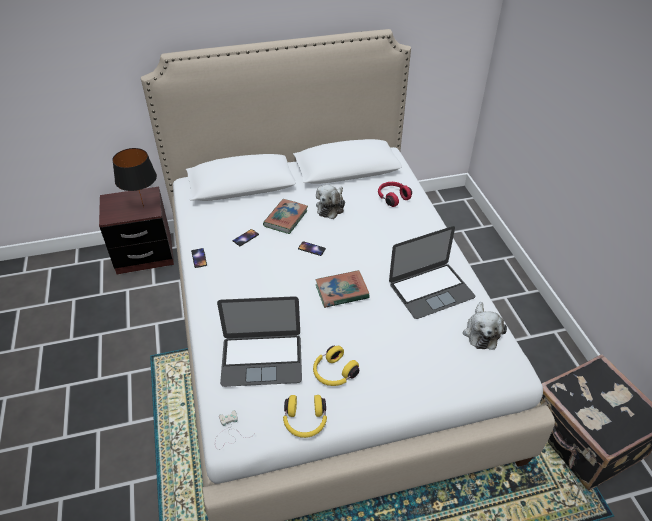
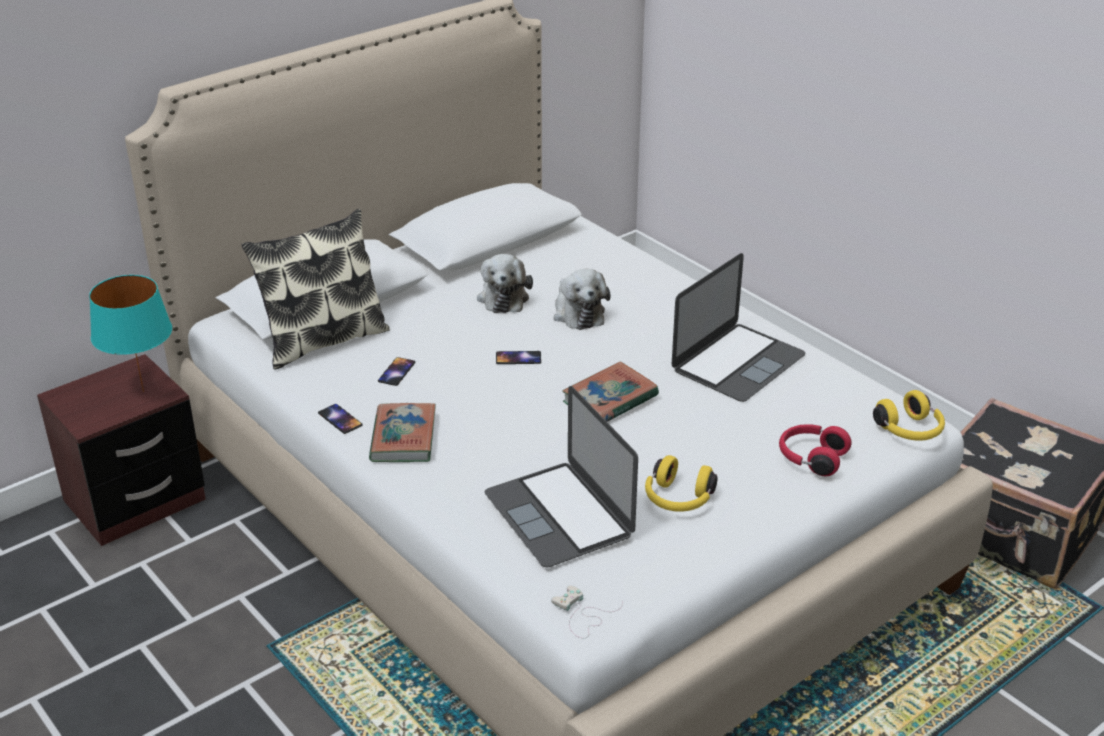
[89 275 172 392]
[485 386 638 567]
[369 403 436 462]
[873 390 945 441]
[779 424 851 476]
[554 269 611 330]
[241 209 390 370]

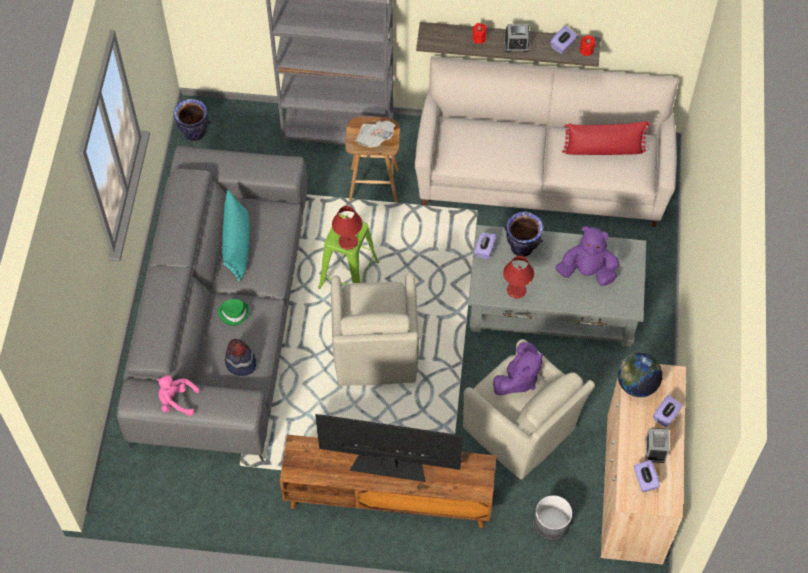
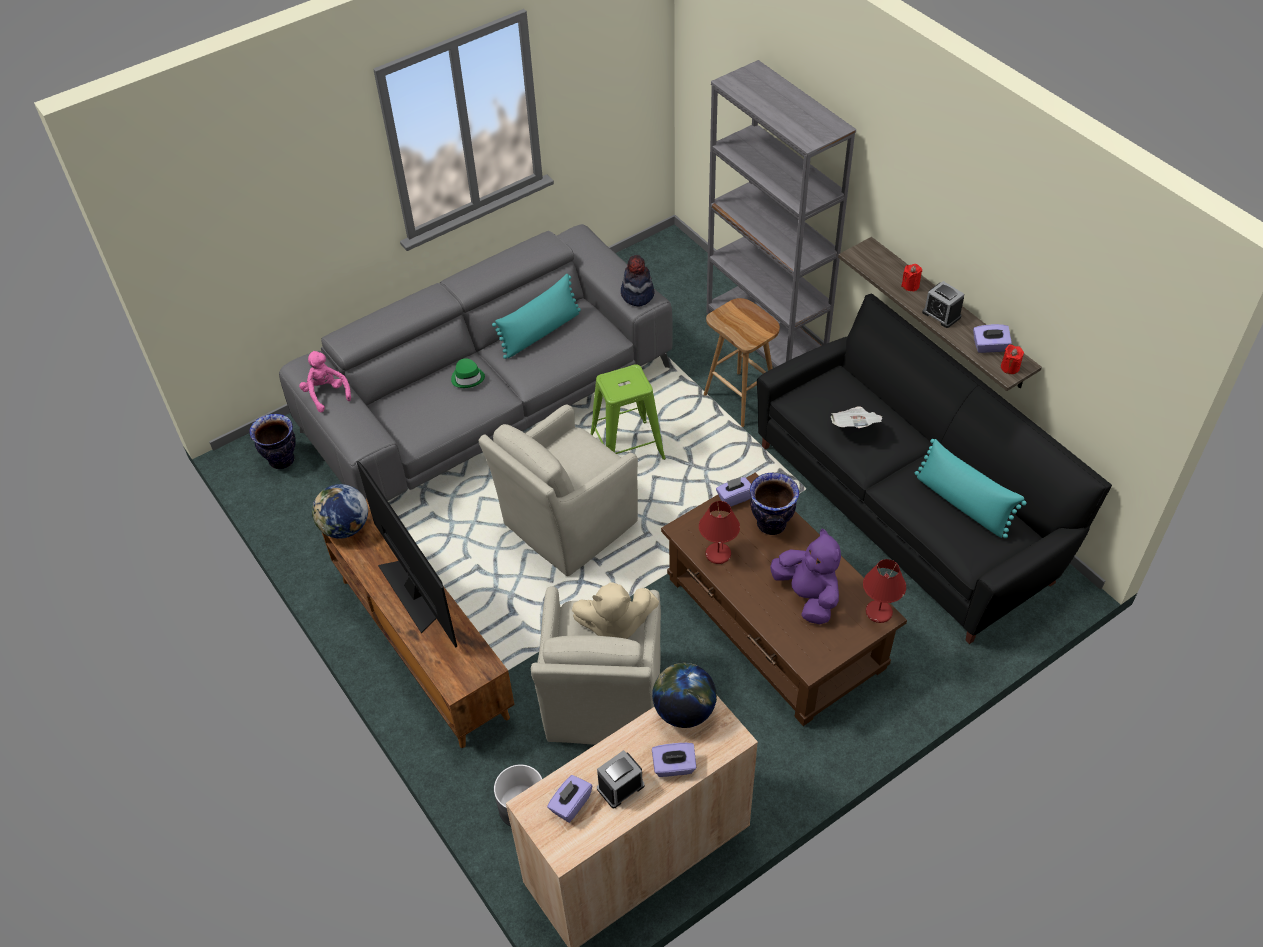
[249 414 296 469]
[621 255 655 307]
[863 559 906 623]
[831 406 882 428]
[757 294 1112 644]
[661 473 907 726]
[572 582 659 639]
[915 439 1027 538]
[312 484 368 539]

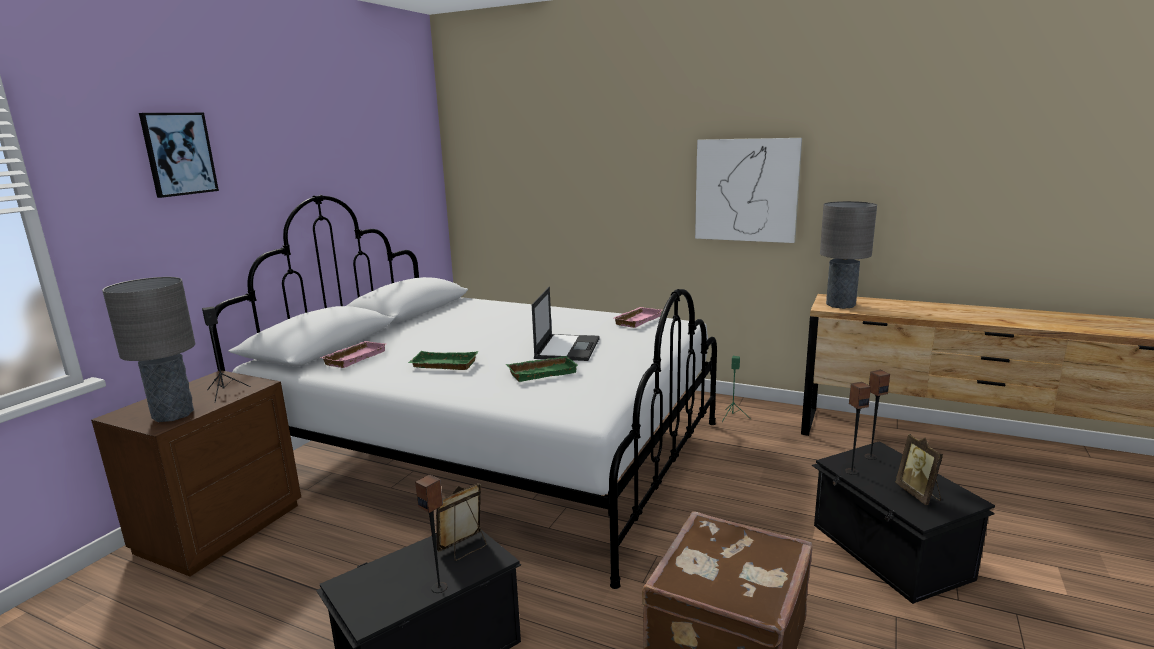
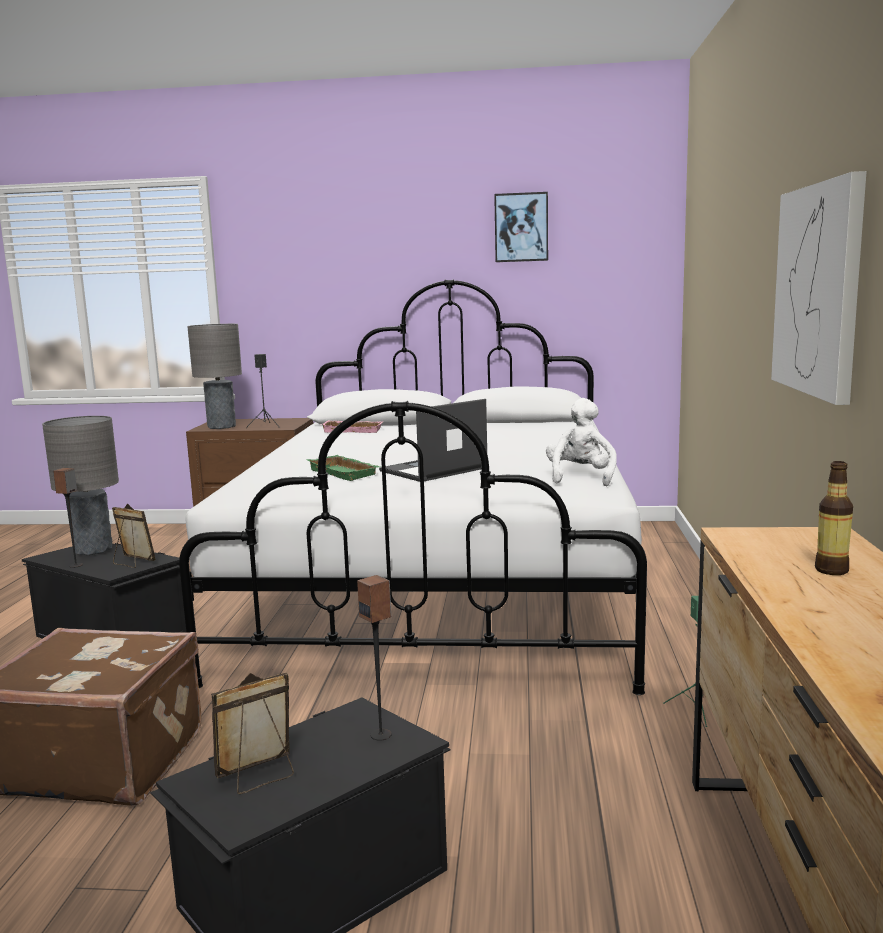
[494 192 548 262]
[408 351 478 370] (first image)
[379 399 487 482]
[546 398 617 486]
[42 416 119 555]
[845 382 871 475] (first image)
[815 461 853 575]

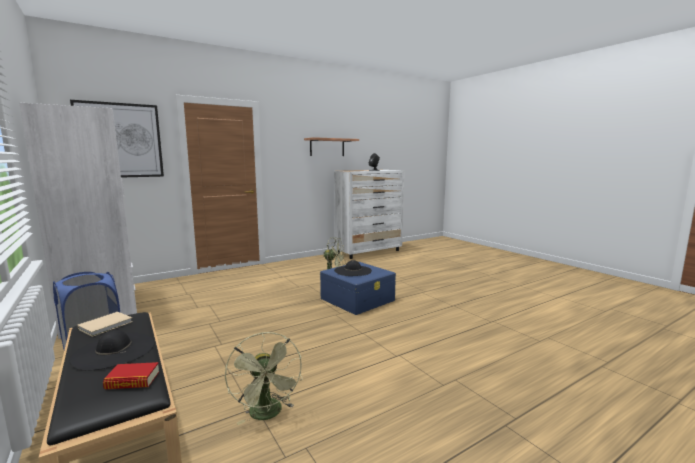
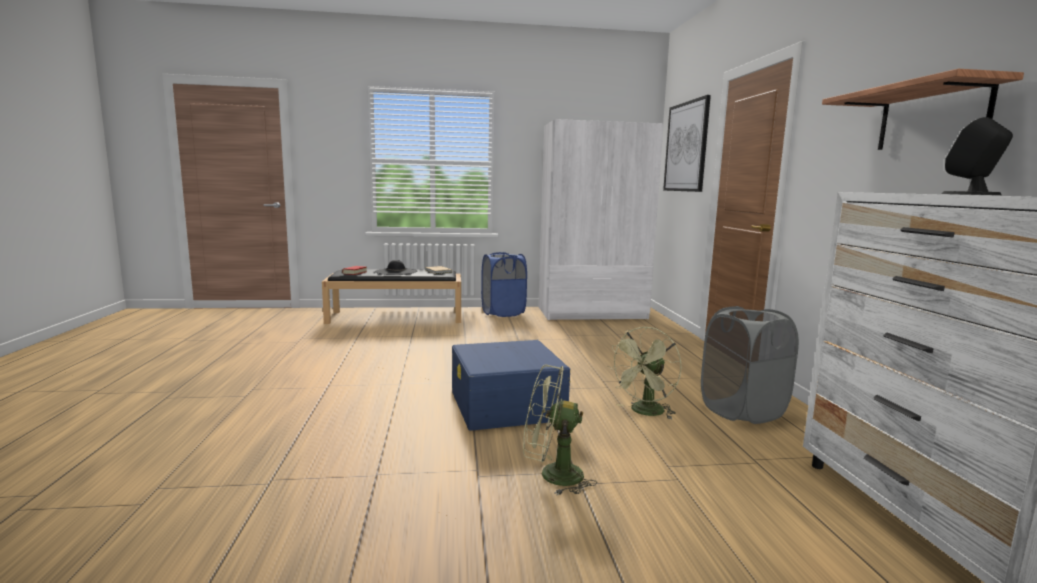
[523 364 597 495]
[334 260 372 276] (first image)
[701 306 799 424]

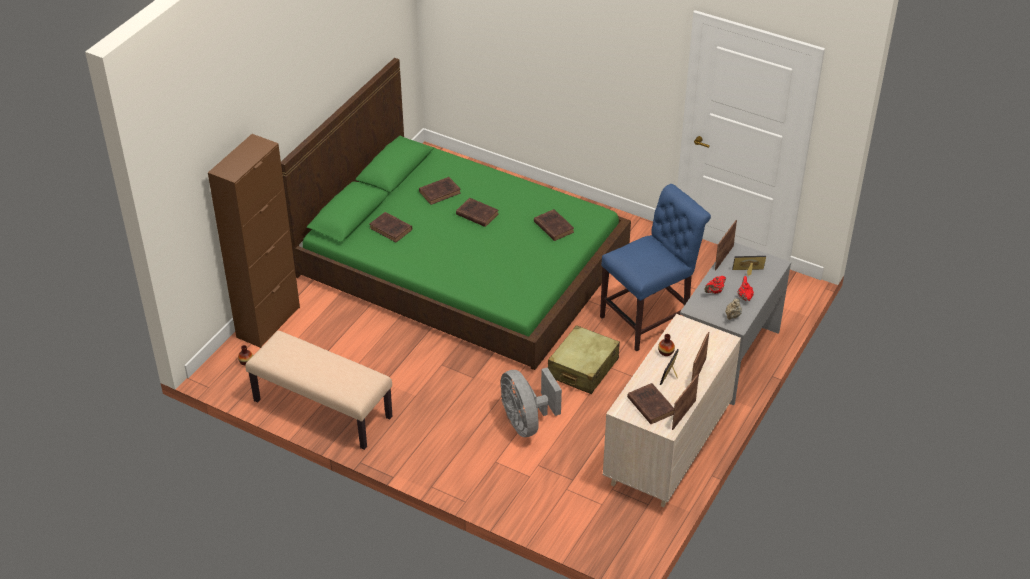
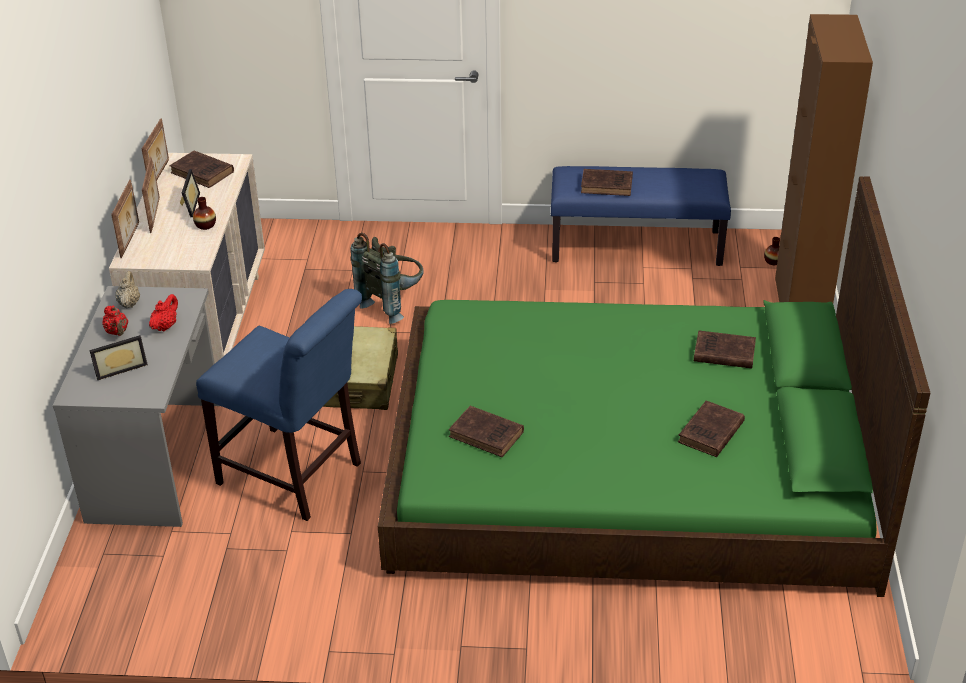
[551 166 731 266]
[581 169 633 196]
[351 233 424 324]
[196 289 362 521]
[111 180 139 258]

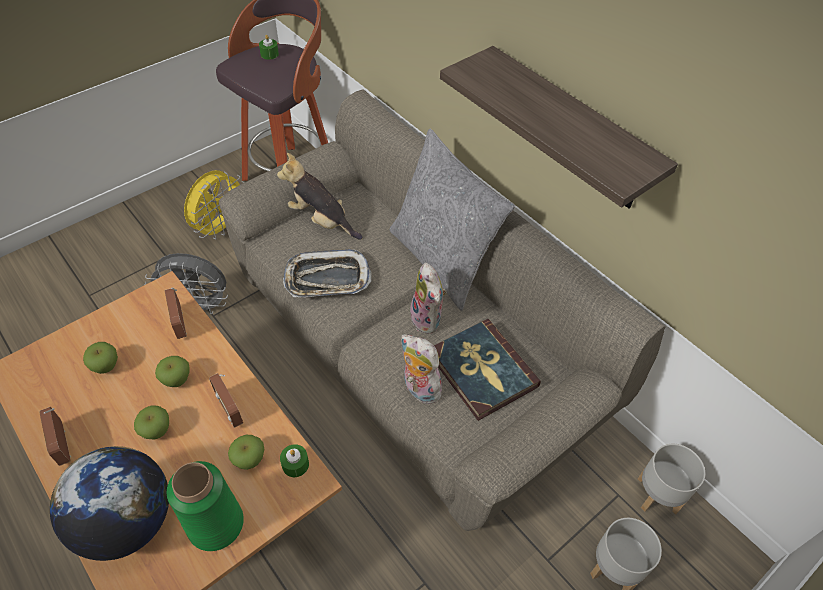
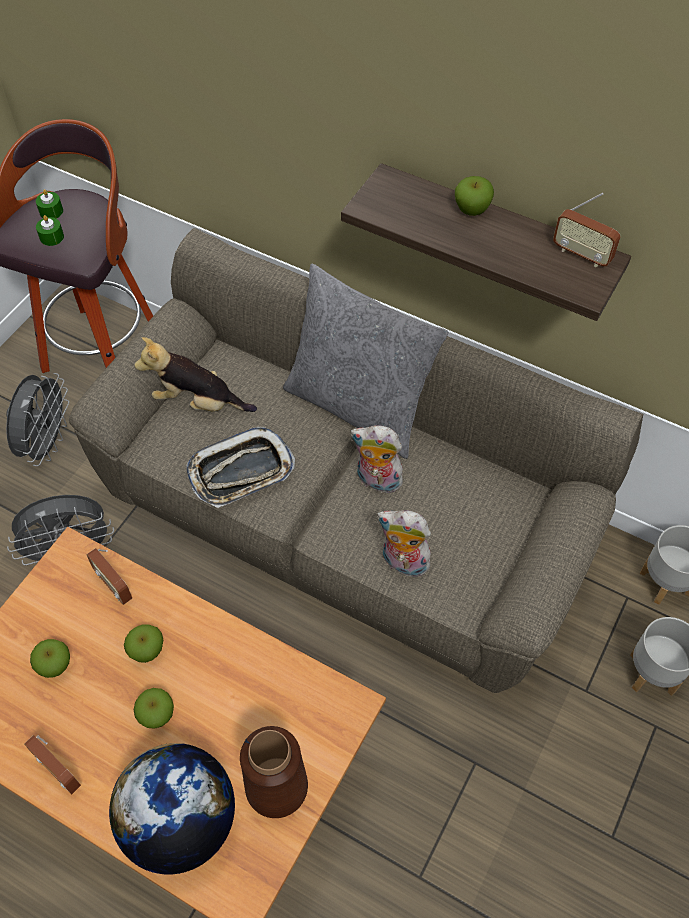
[240 726 308 818]
[6 373 69 466]
[553 193 621 267]
[455 176 494 216]
[36 215 64 246]
[350 425 405 493]
[434 319 541 421] (first image)

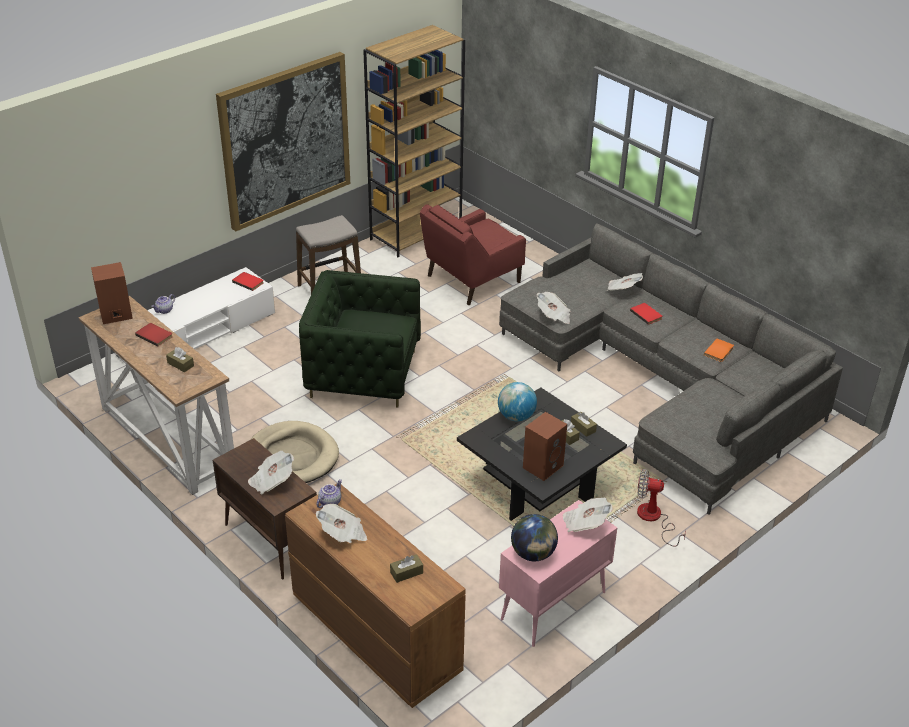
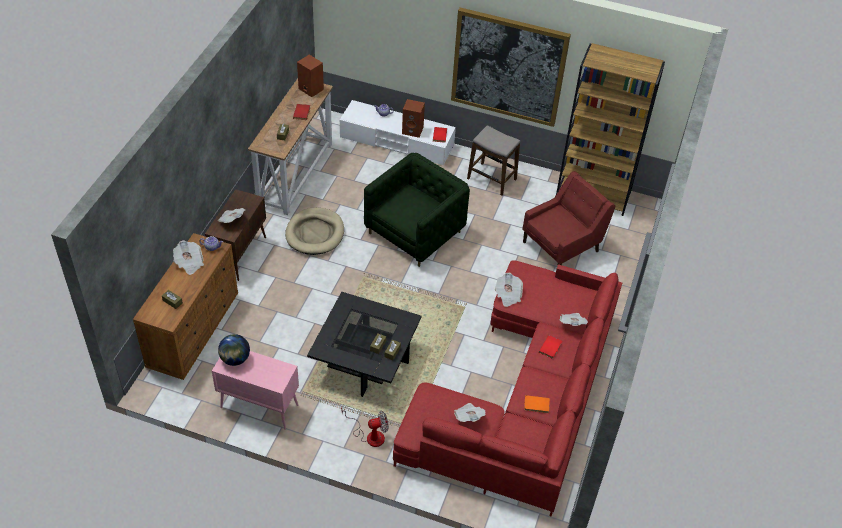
[364 153 470 267]
[522 171 615 266]
[498 382 537 421] (first image)
[393 260 622 516]
[402 99 425 138]
[454 403 486 422]
[341 407 389 447]

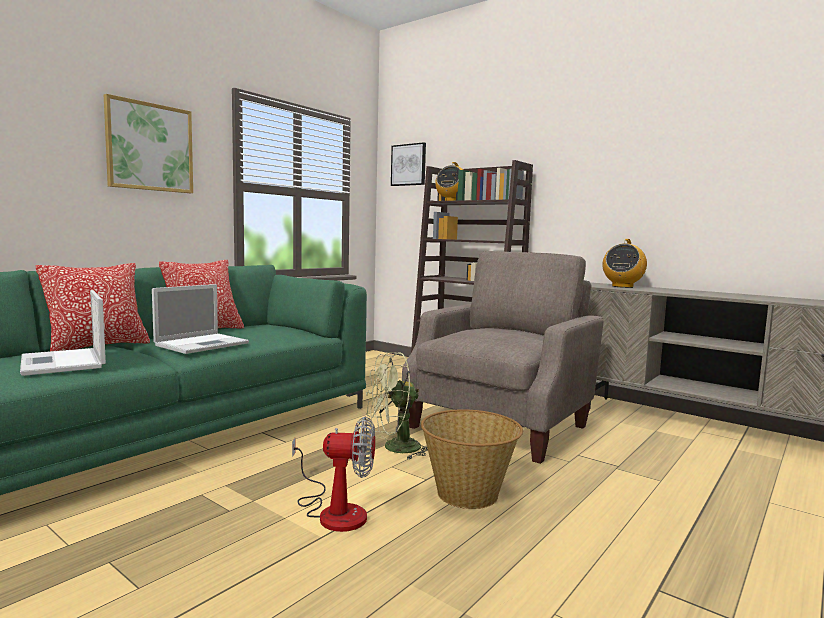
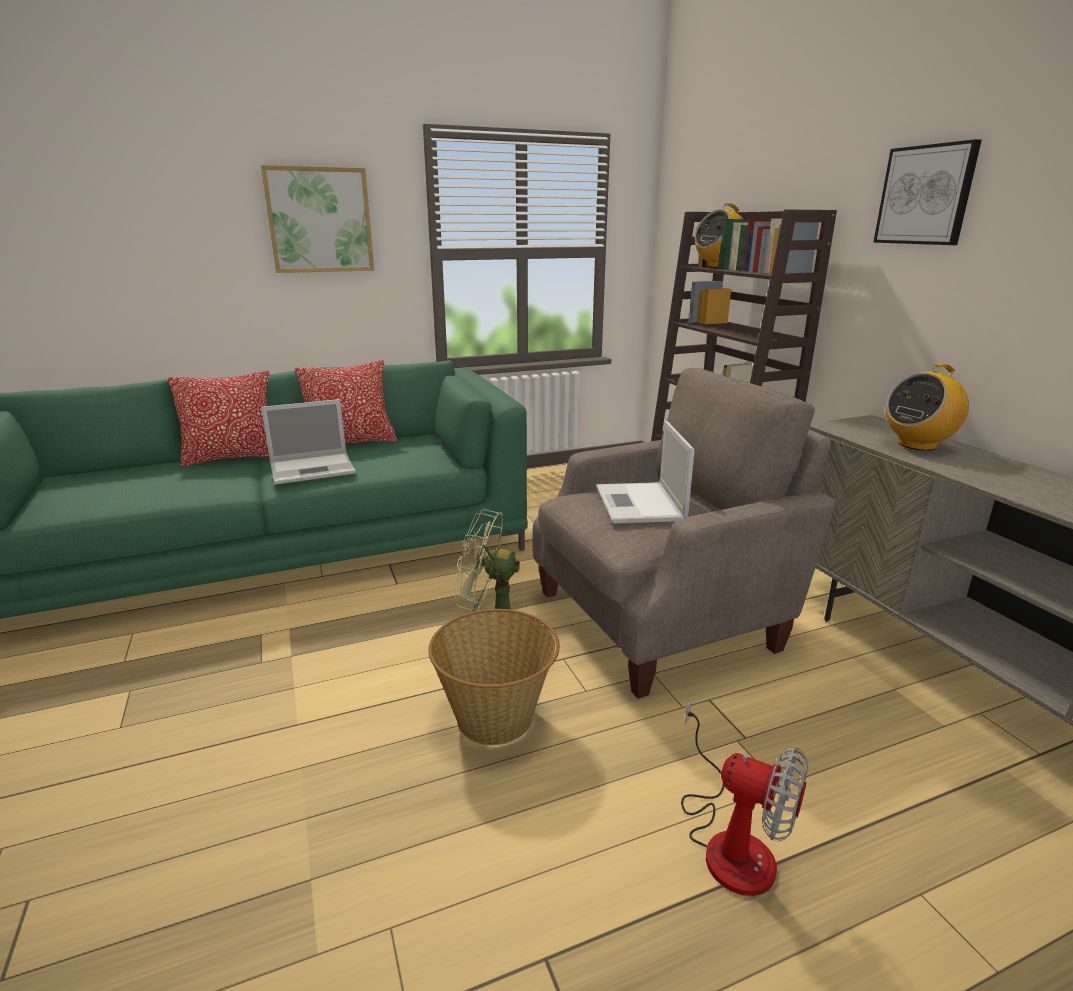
[596 421 695 524]
[681 698 808 896]
[873 139 982 245]

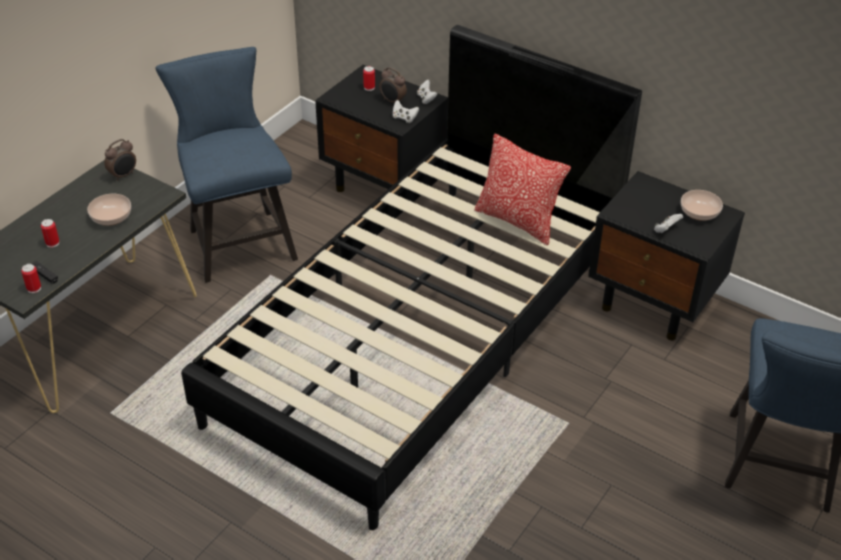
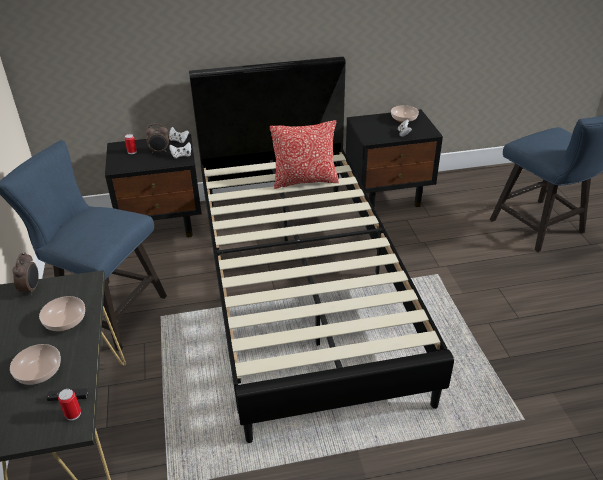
[10 344 61 385]

